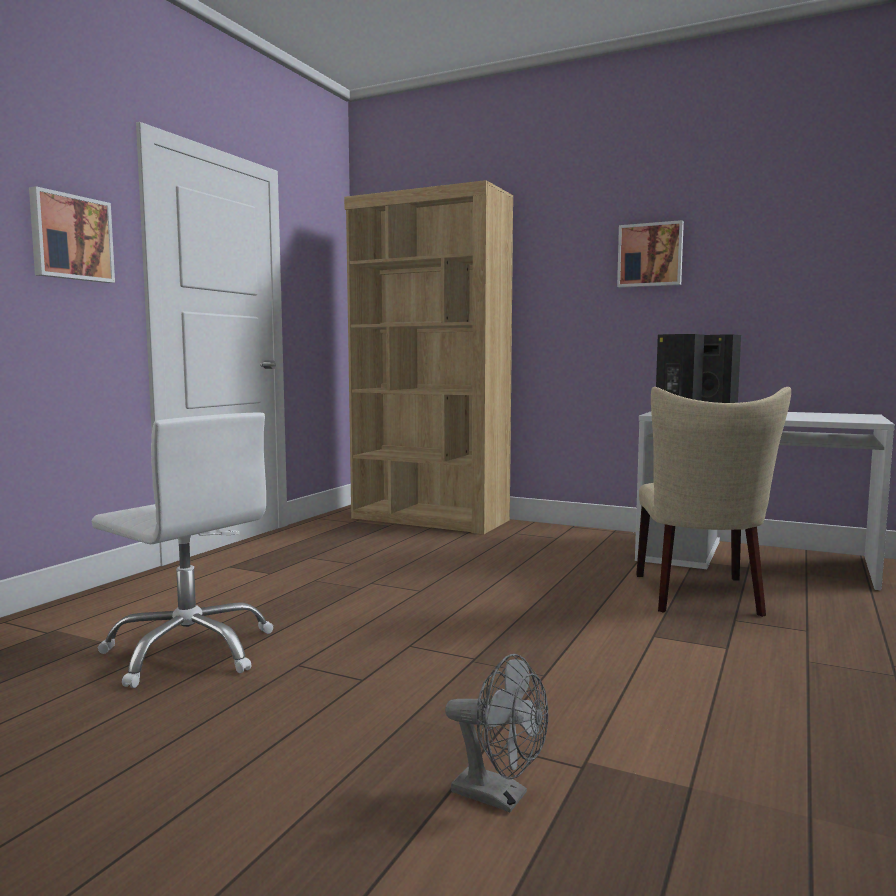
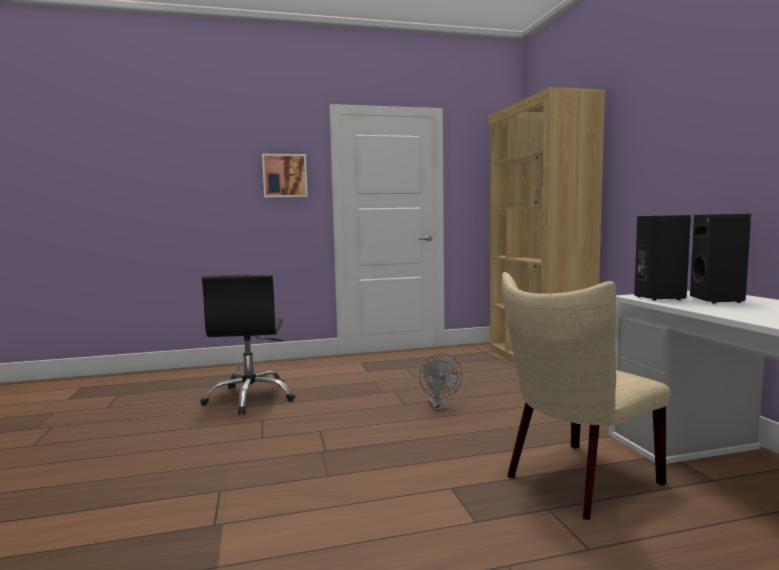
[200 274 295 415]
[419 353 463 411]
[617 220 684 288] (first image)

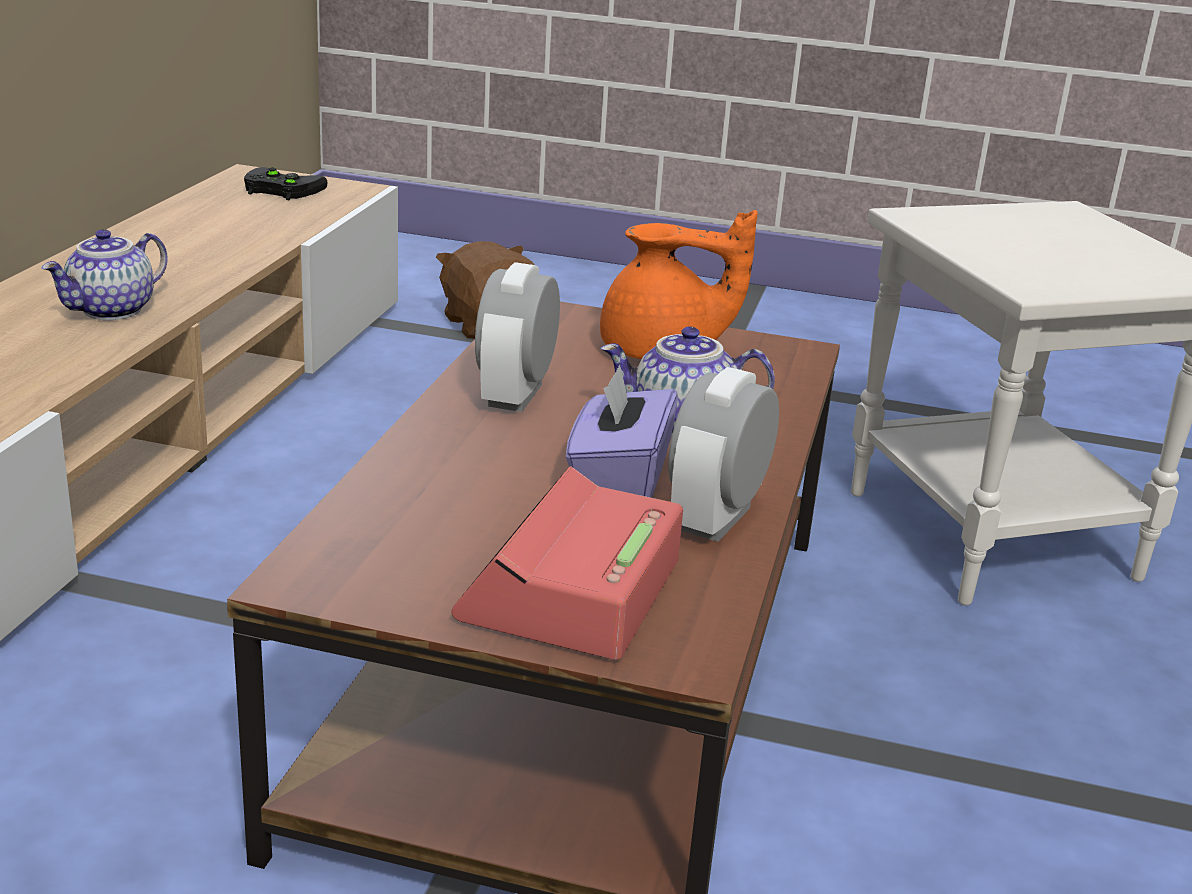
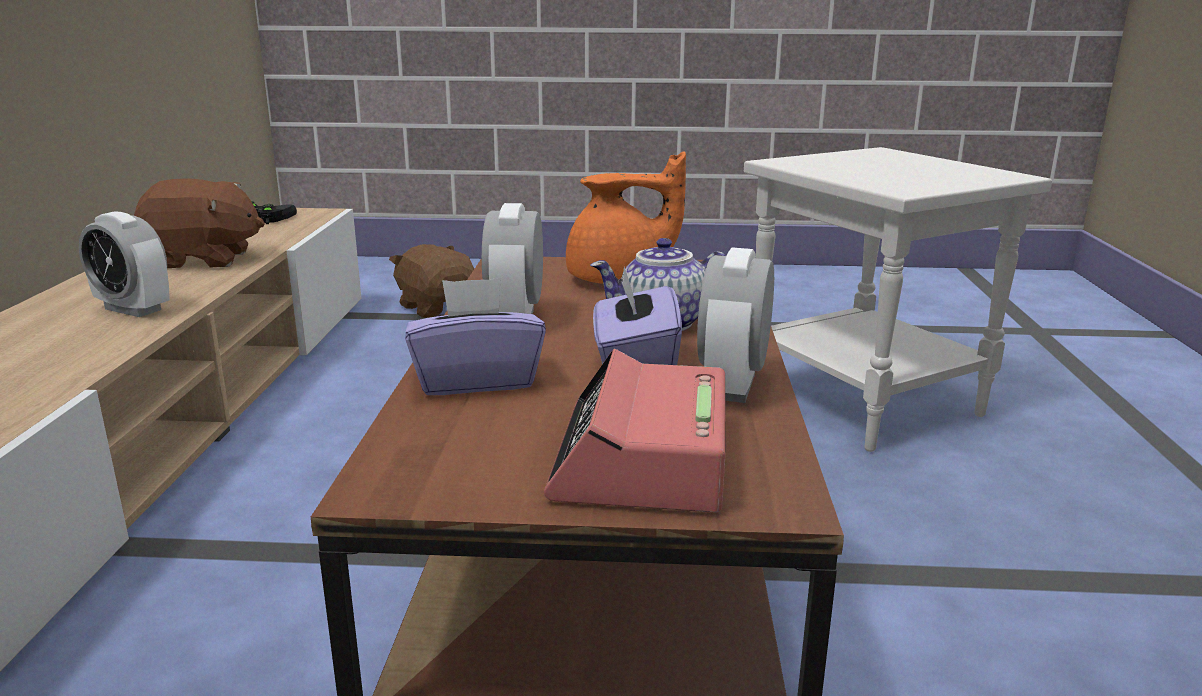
[79 211 170 317]
[134 178 265 268]
[405 278 546 395]

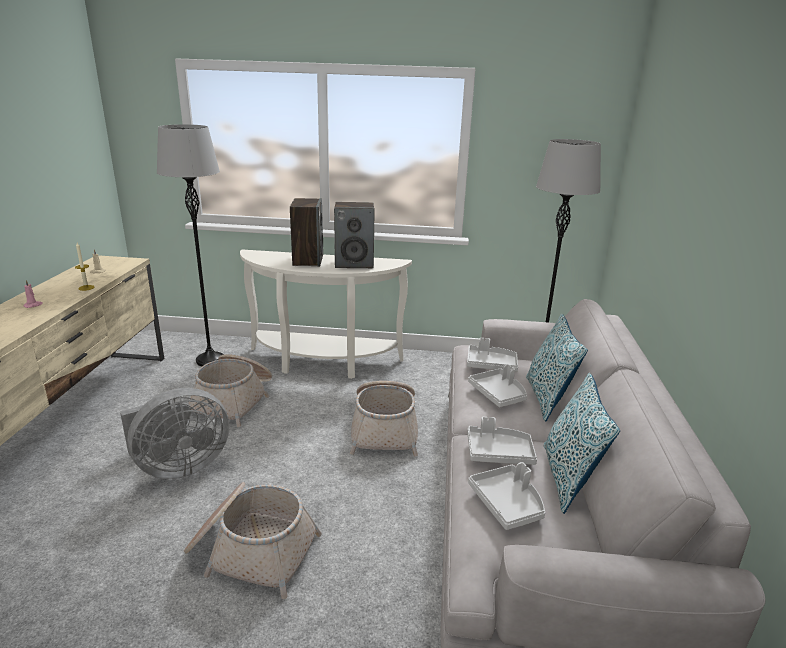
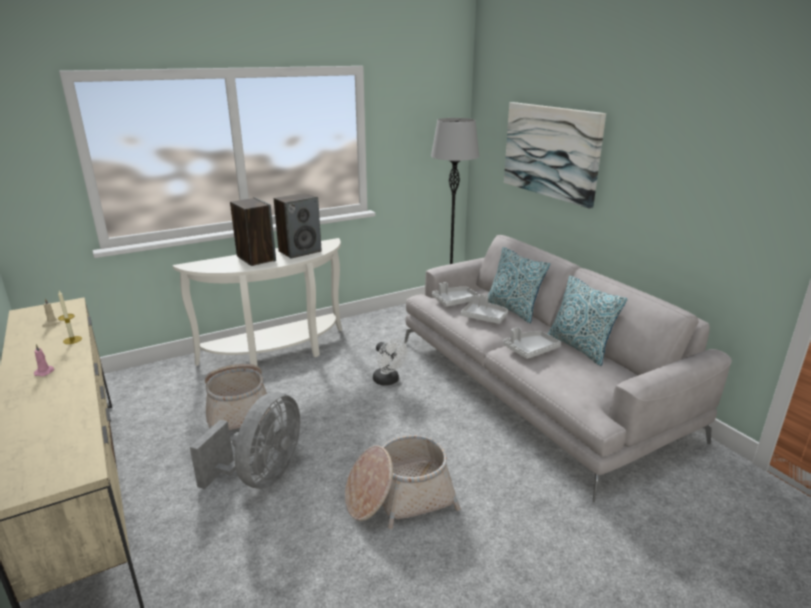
[157 124 224 367] (first image)
[373 339 408 385]
[468 462 545 530] (first image)
[504 102 606 209]

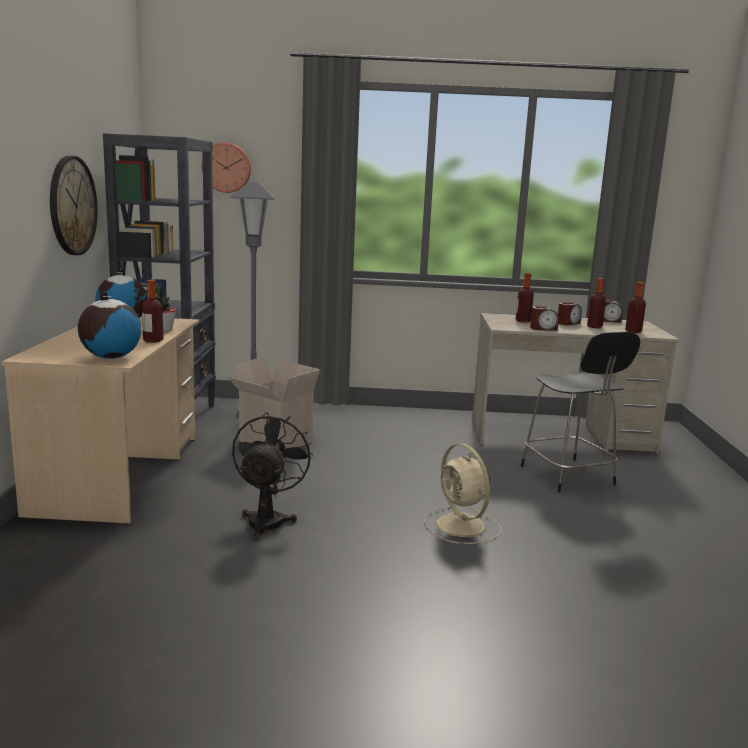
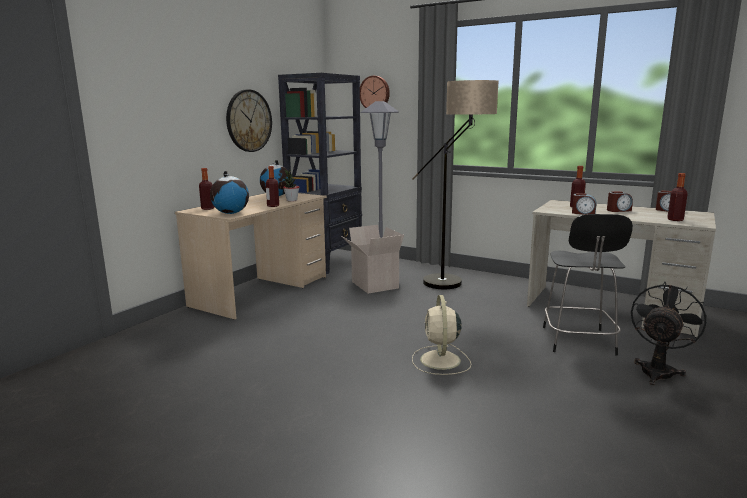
[631 282 707 385]
[199 168 215 210]
[412 80 498 289]

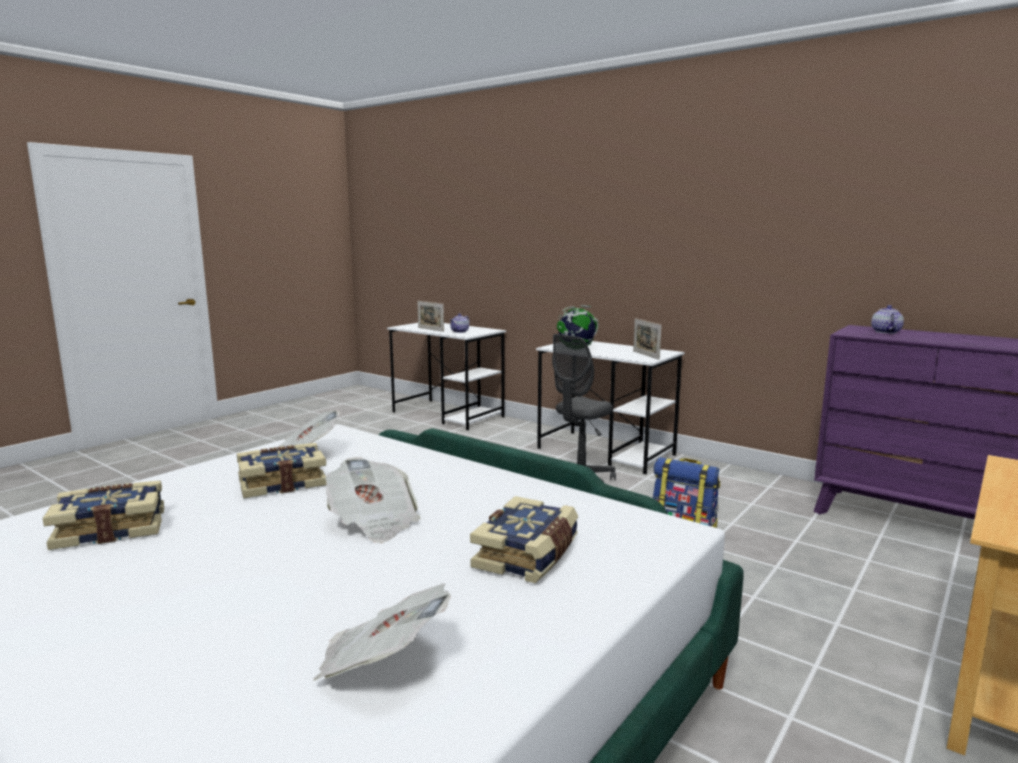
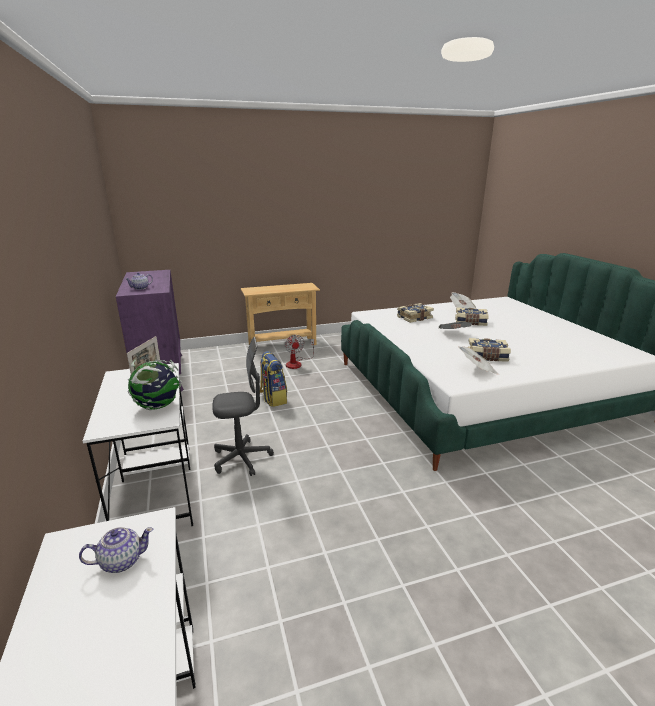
[455 307 489 326]
[417 301 444 332] (first image)
[285 335 314 369]

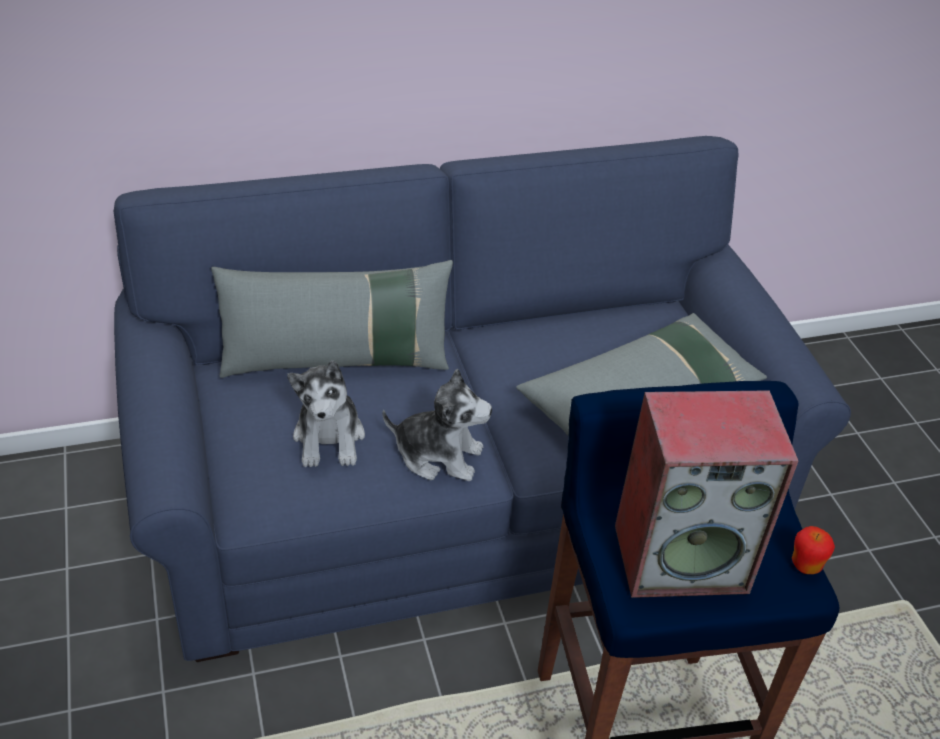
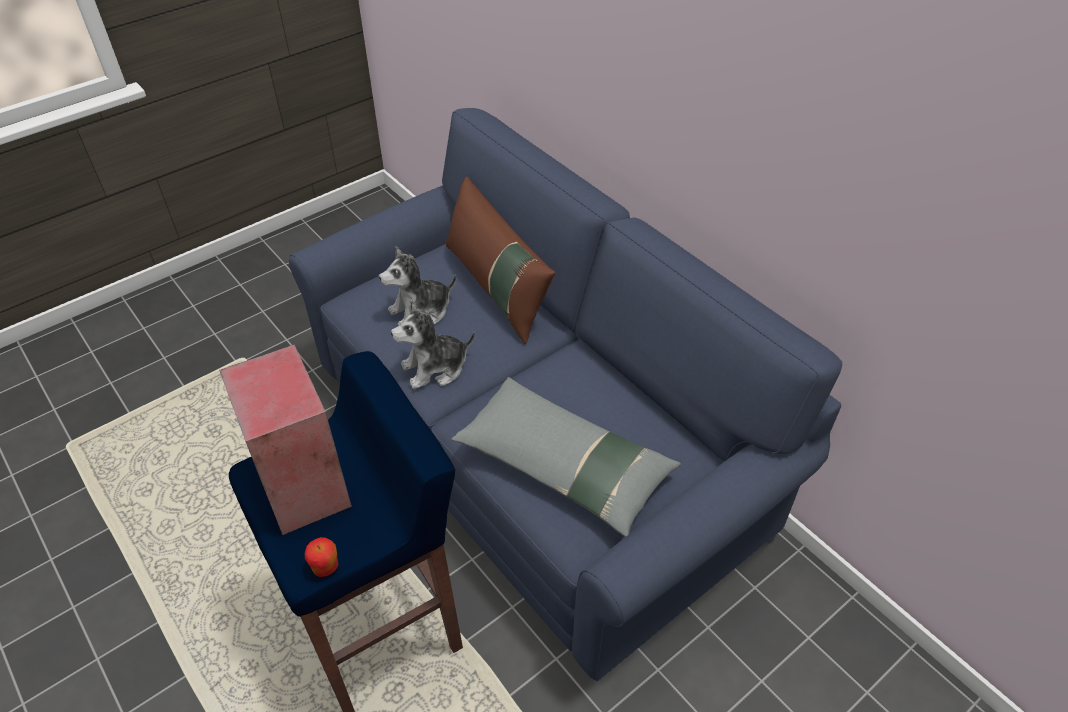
[446 177 556 344]
[391 300 475 389]

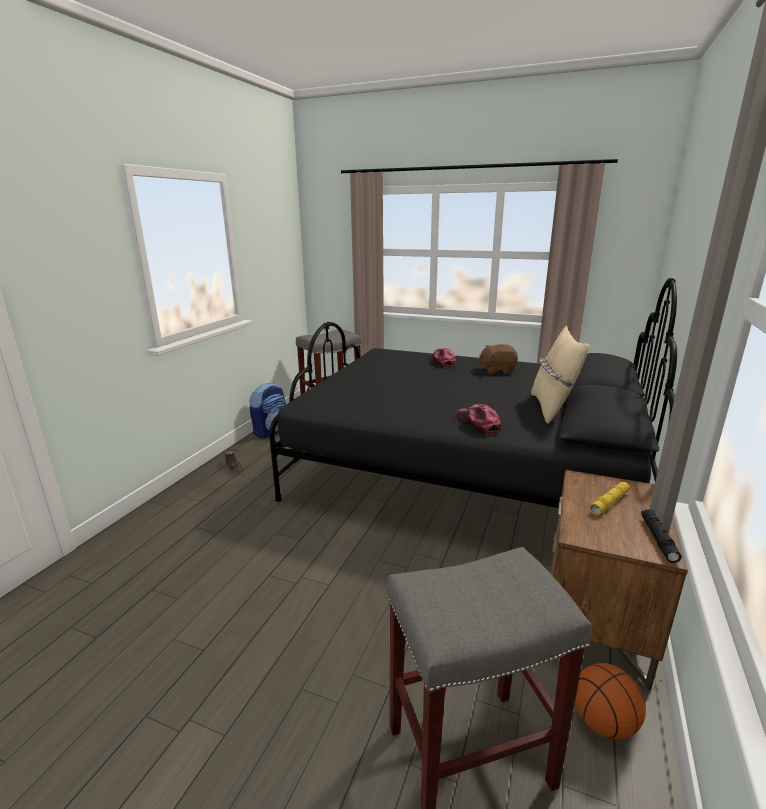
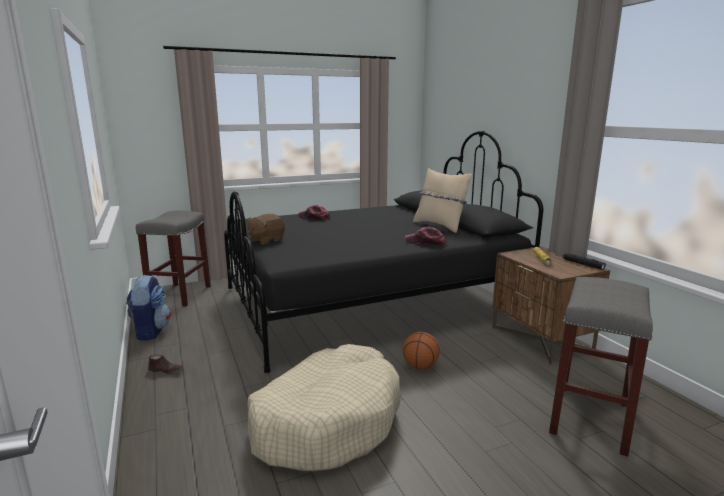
[248 214 285 244]
[403 332 440 369]
[247 344 401 471]

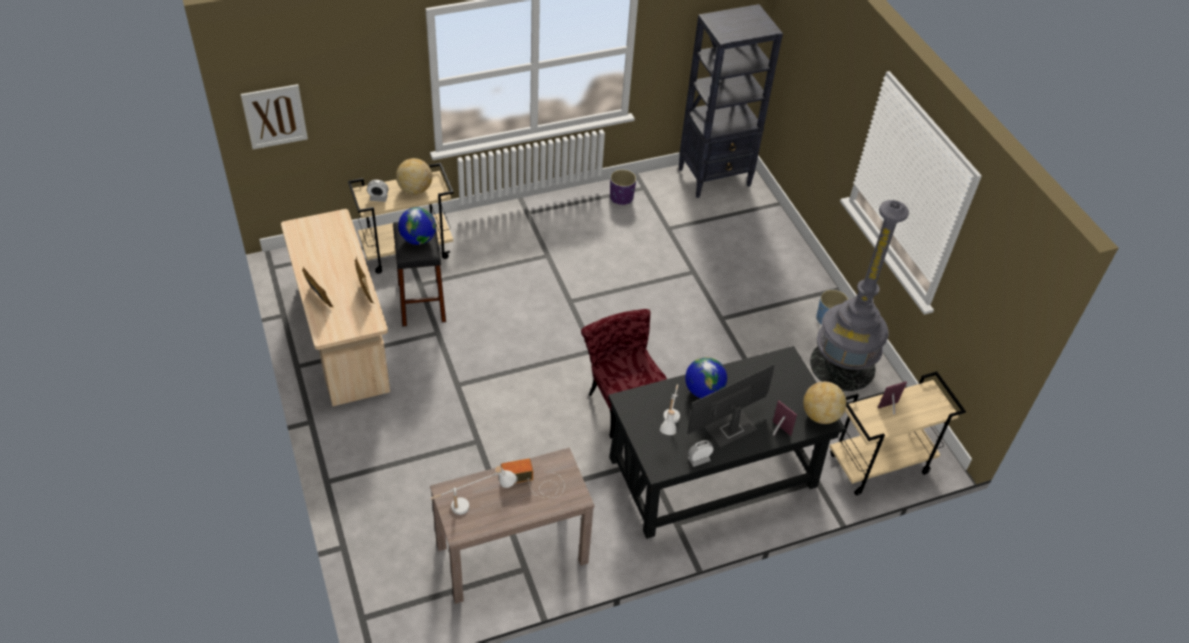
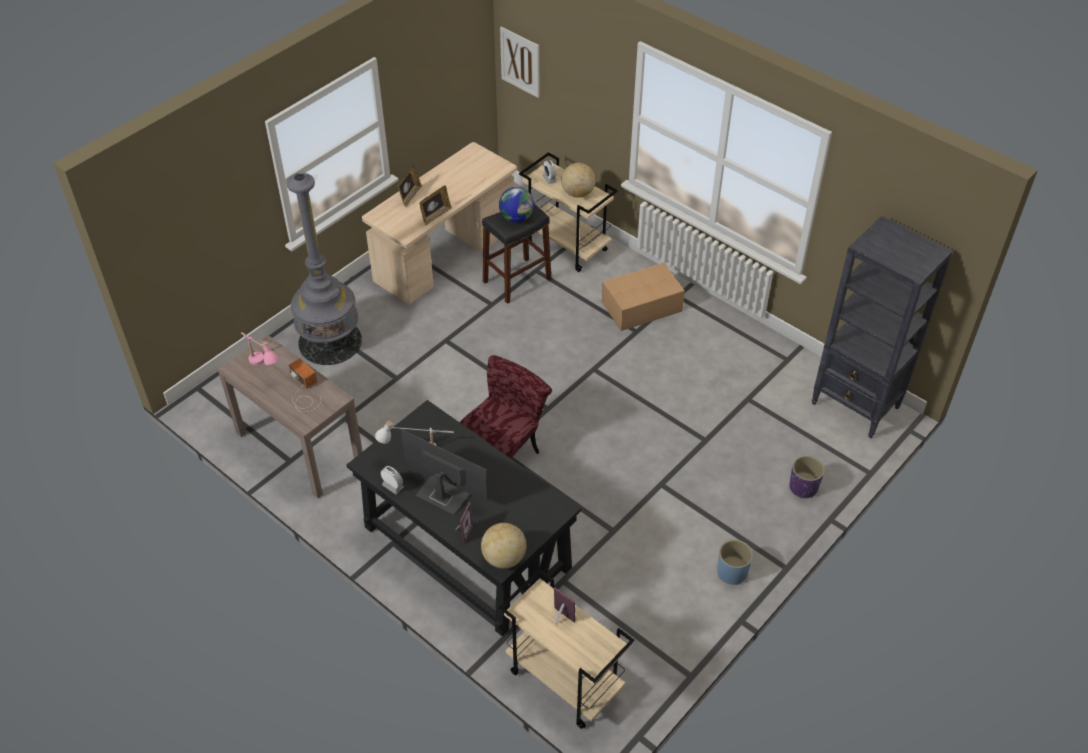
[241 332 279 365]
[789 456 825 499]
[685 357 727 398] (first image)
[287 173 362 365]
[602 263 685 331]

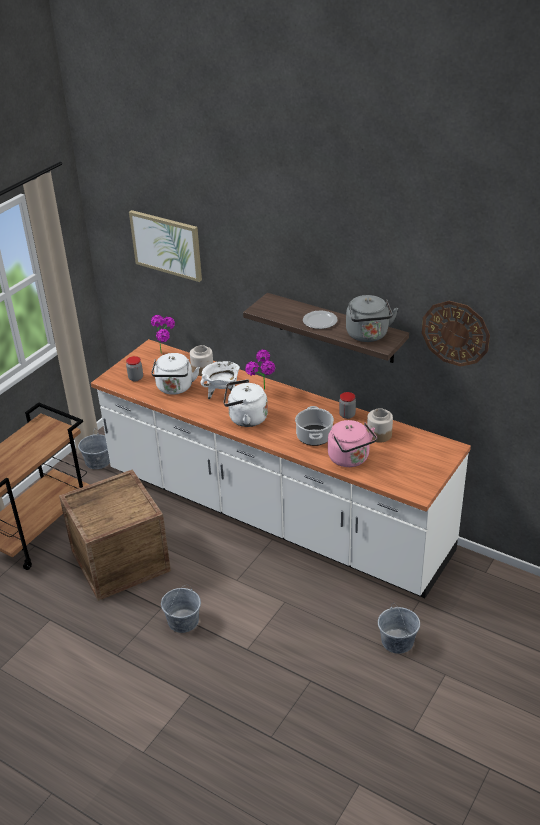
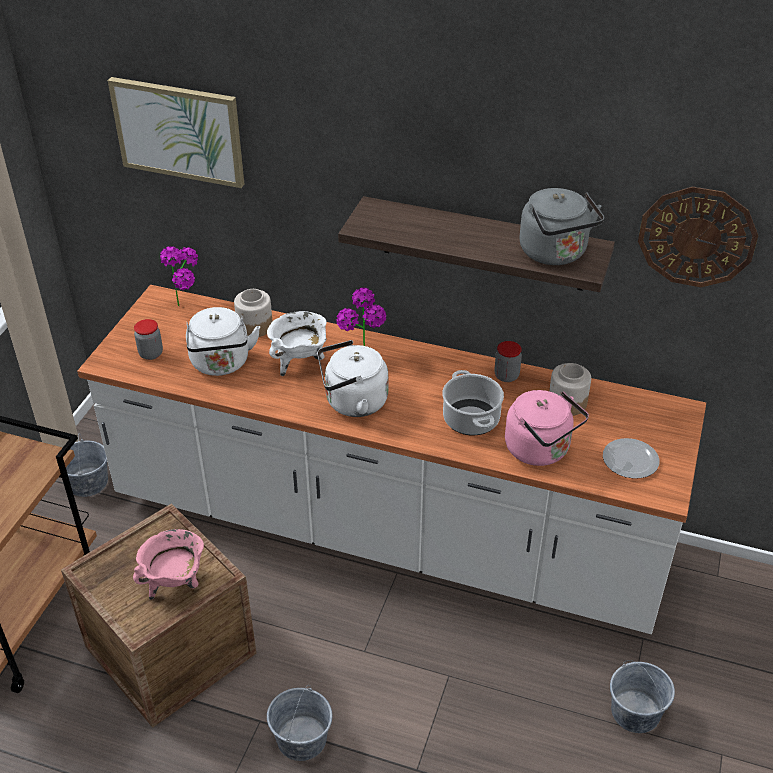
[603 438 660 479]
[133 529 204 600]

